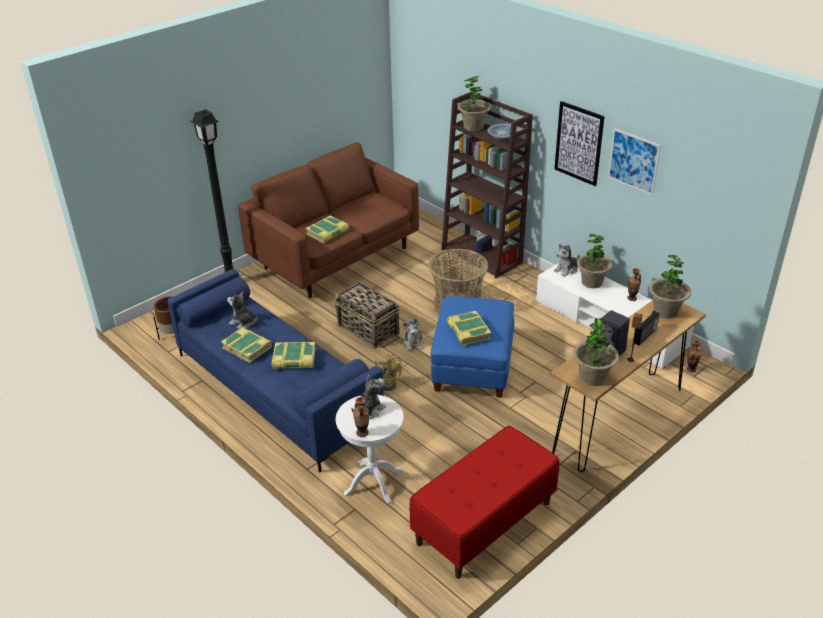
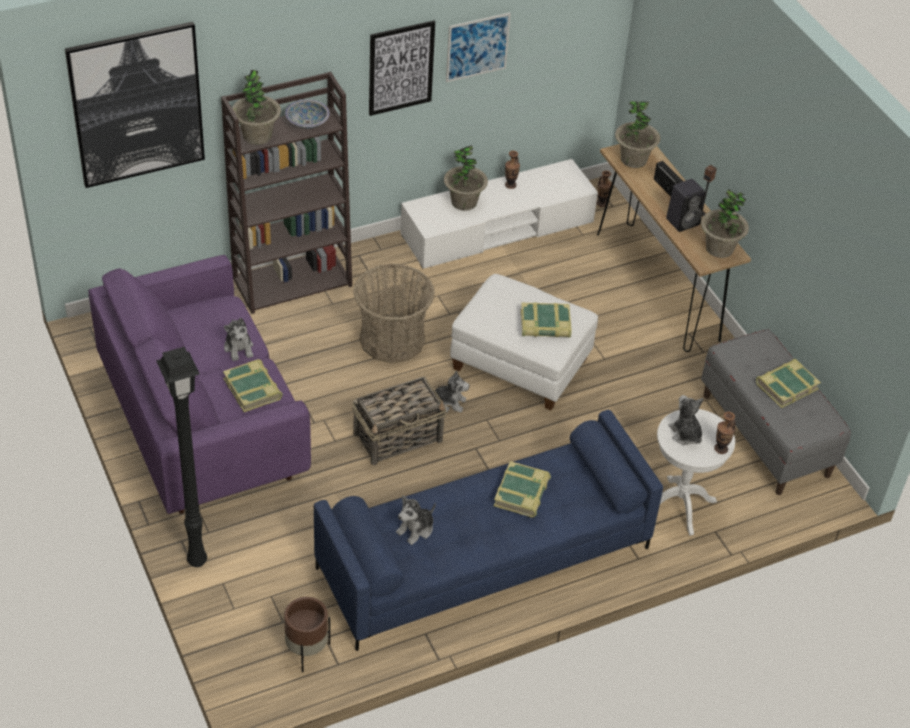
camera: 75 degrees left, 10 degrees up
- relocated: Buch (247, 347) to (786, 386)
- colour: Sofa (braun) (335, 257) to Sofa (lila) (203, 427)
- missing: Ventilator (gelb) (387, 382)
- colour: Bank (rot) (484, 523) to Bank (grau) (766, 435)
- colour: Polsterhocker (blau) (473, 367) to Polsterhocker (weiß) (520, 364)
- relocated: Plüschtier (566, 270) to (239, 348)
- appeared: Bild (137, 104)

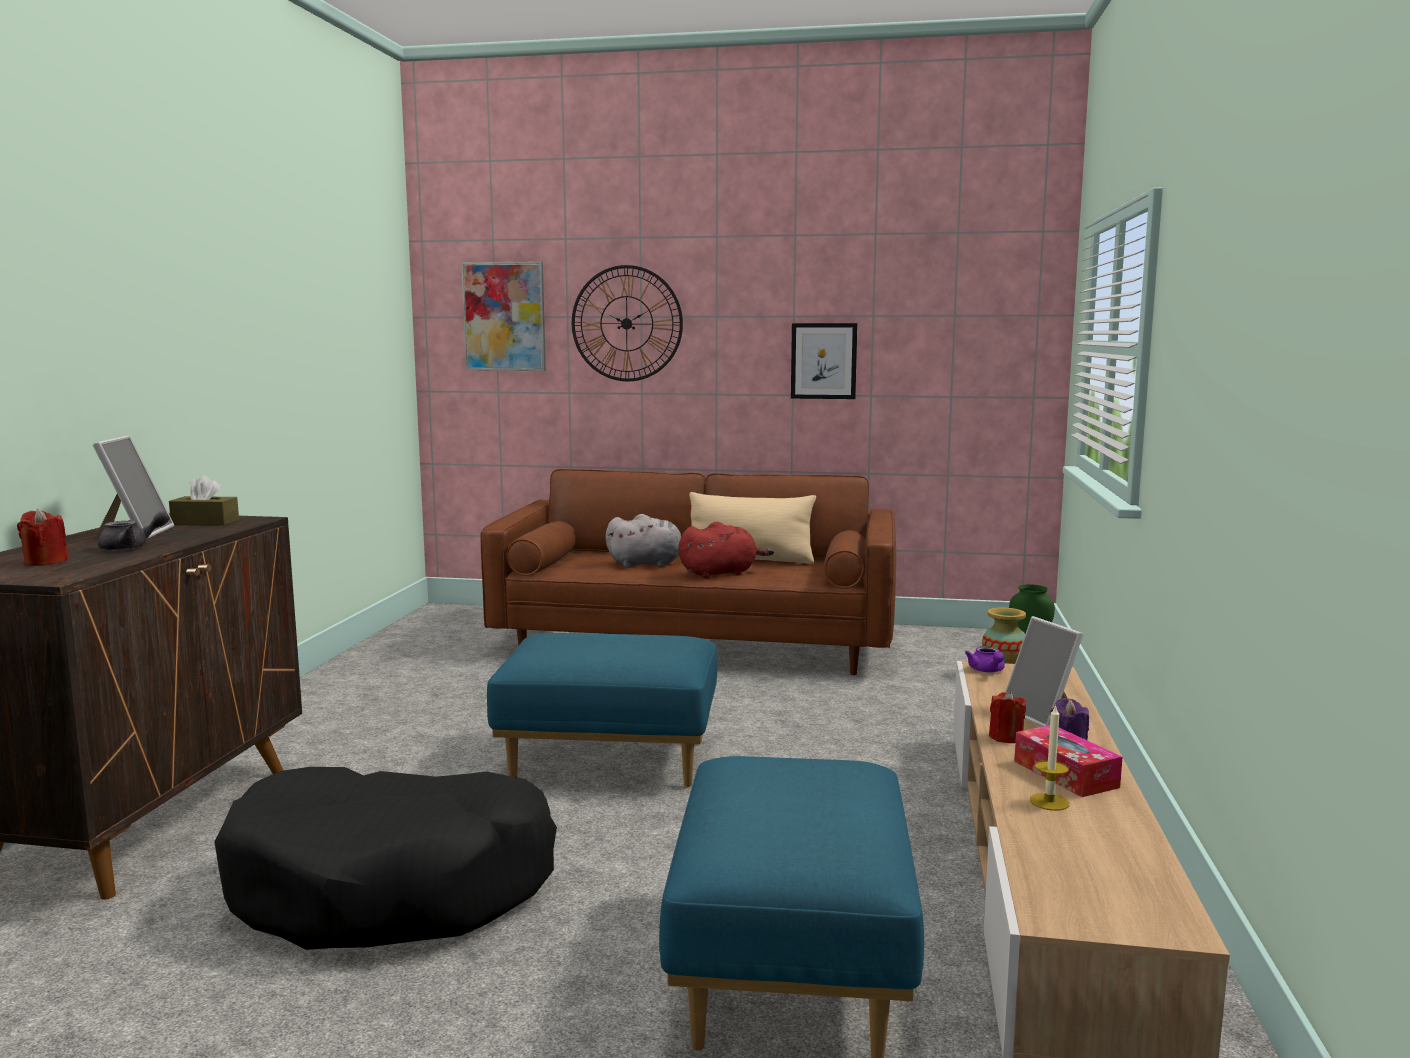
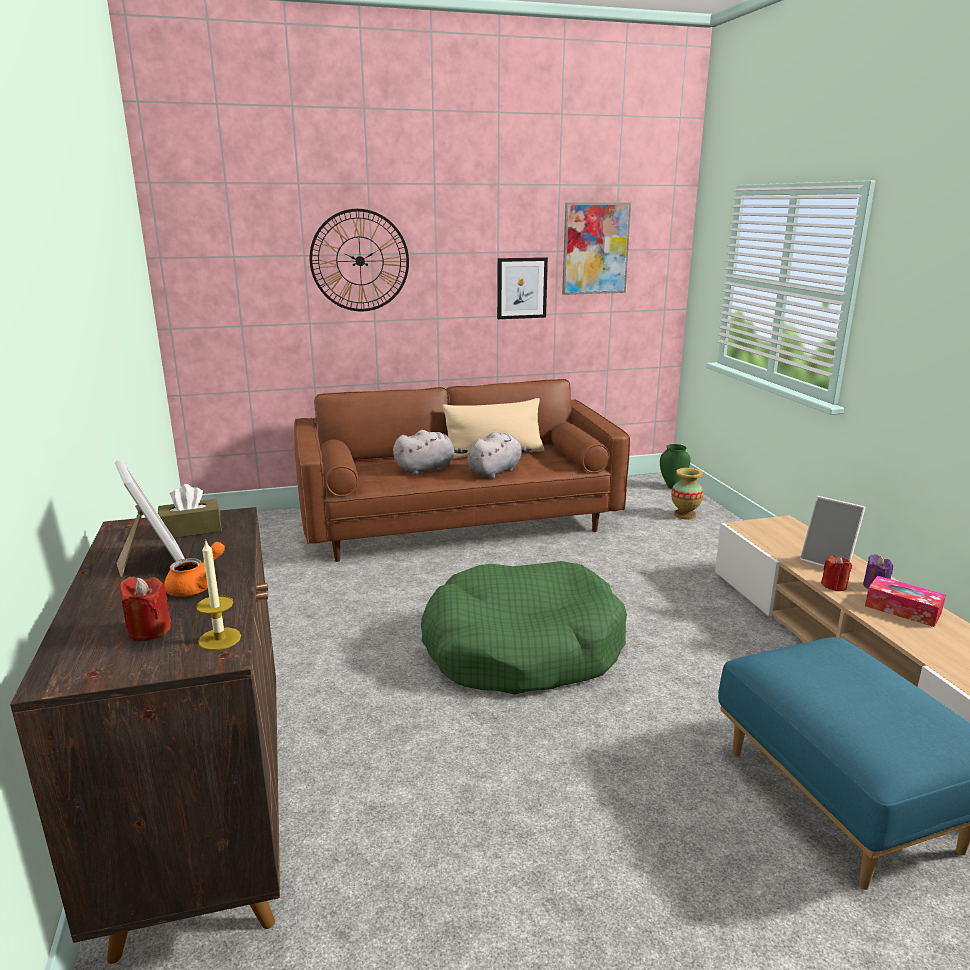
camera: 25 degrees left, 10 degrees up
- colour: Teekanne (grau) (131, 547) to Teekanne (orange) (197, 586)
- missing: Hundebett (schwarz) (393, 886)
- relocated: Bild (504, 316) to (595, 248)
- exchanged: Polsterhocker (blau) (611, 760) to Hundebett (grün) (522, 648)
- colour: Plüschtier (rot) (721, 573) to Plüschtier (grau) (496, 471)
- missing: Teekanne (lila) (987, 671)
- relocated: Kerze (1049, 802) to (219, 639)

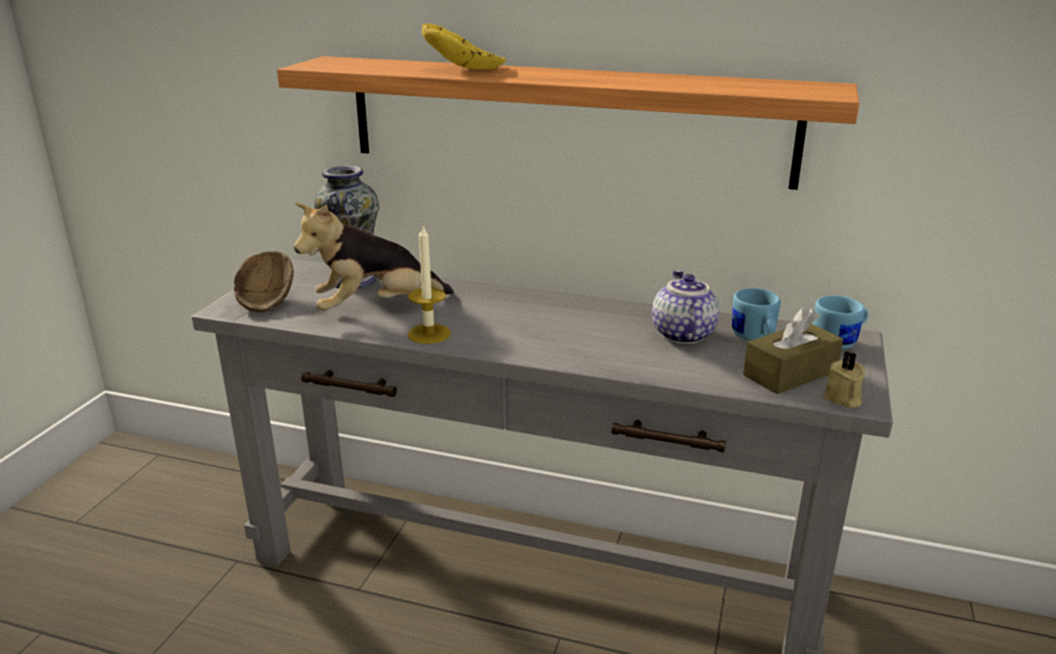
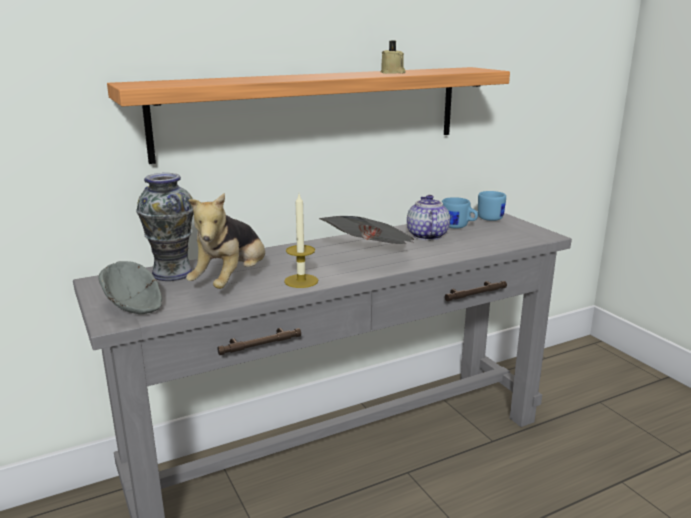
camera: 45 degrees left, 5 degrees down
- colour: Schüssel (braun) (264, 301) to Schüssel (grau) (133, 306)
- missing: Schüssel (gelb) (466, 69)
- spun: Teekanne (681, 334) = (426, 236) 45 degrees clockwise
- missing: Taschentuchbox (braun) (790, 373)
- relocated: Kerze (beige) (842, 398) to (393, 73)
- appeared: Zeitung (370, 256)

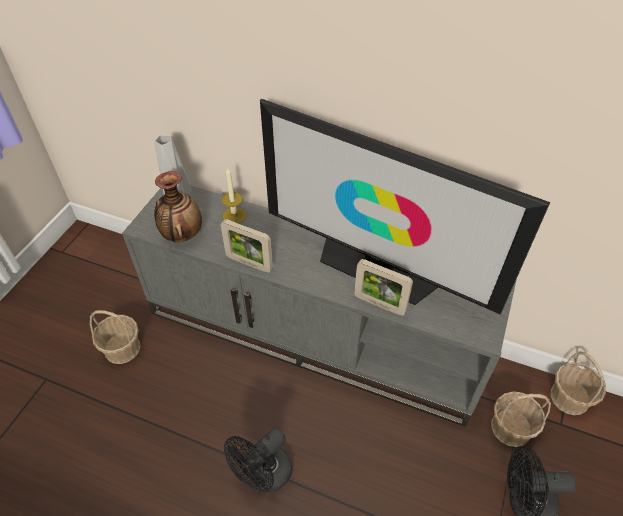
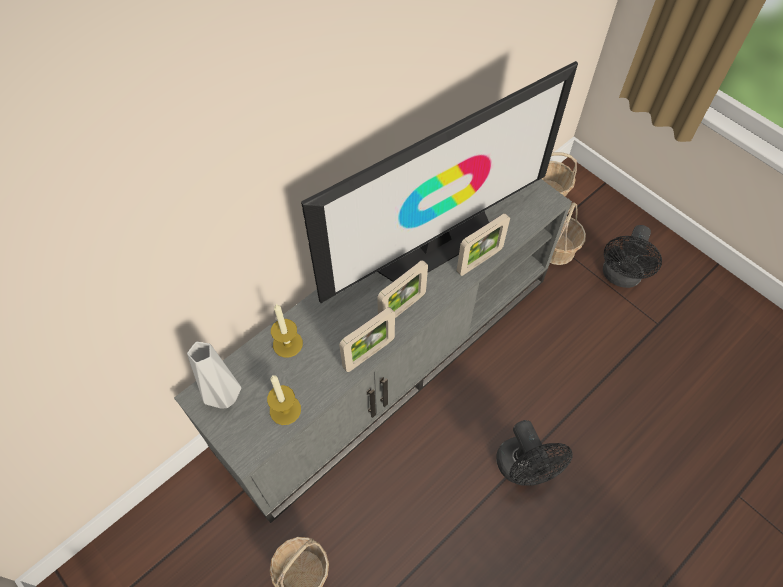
camera: 65 degrees left, 10 degrees up
- exchanged: Vase (182, 234) to Kerze (285, 410)
- appeared: Bilderrahmen (402, 308)

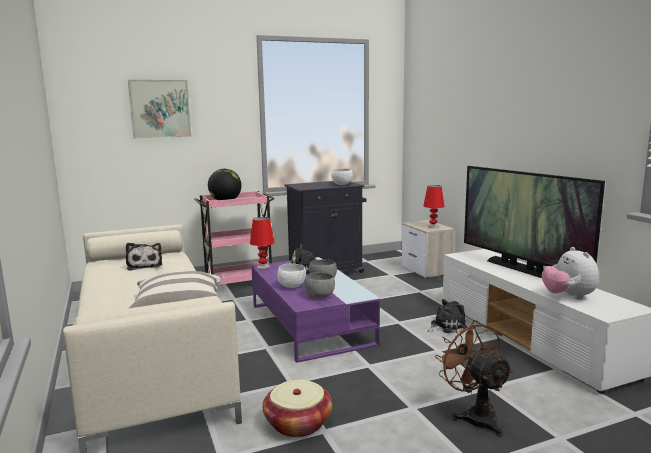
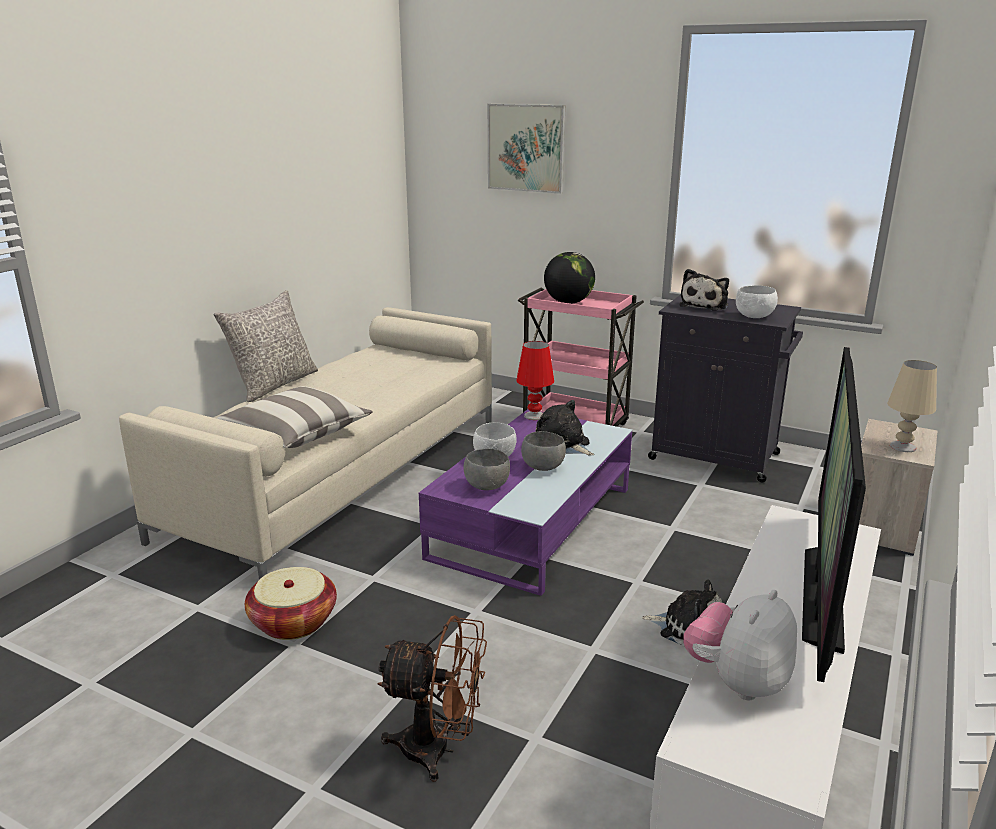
camera: 50 degrees right, 10 degrees up
- relocated: Plüschtier (144, 265) to (705, 305)
- colour: Tischlampe (rot) (433, 226) to Tischlampe (beige) (903, 447)
- spun: Ventilator (braun) (474, 415) = (438, 750) 75 degrees clockwise
- appeared: Kissen (grau) (274, 384)

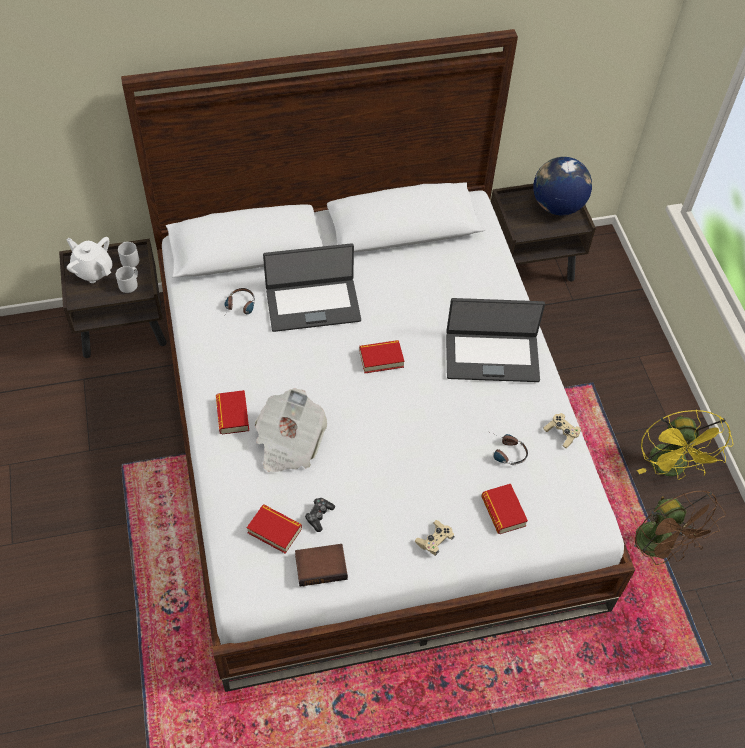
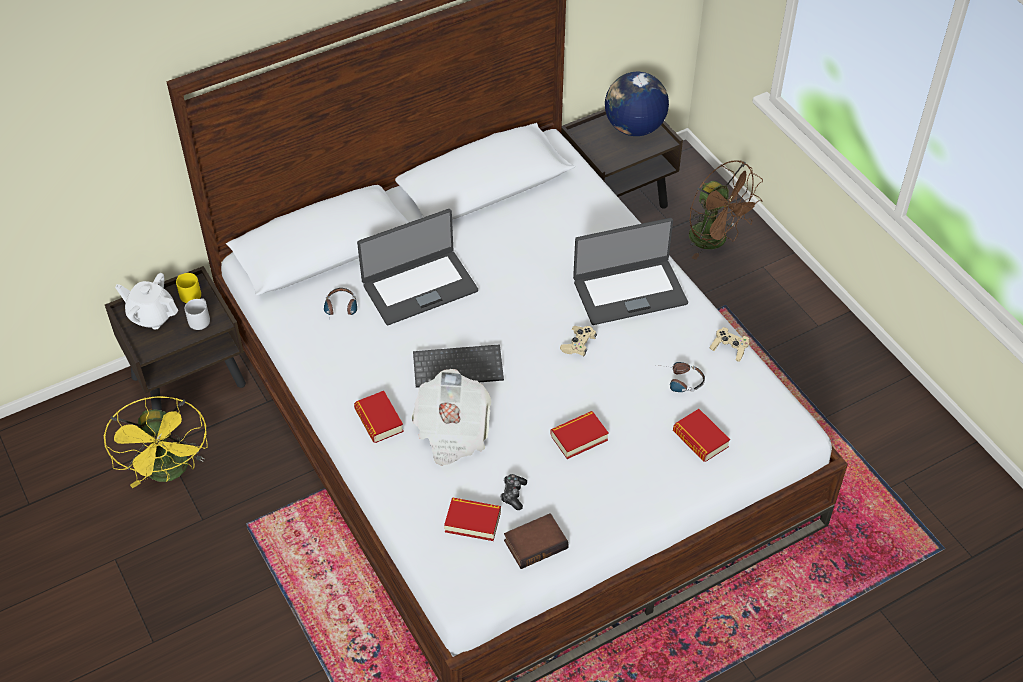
camera: 15 degrees left, 5 degrees down
- colour: Henkelbecher (grau) (129, 260) to Henkelbecher (gelb) (189, 294)
- relocated: Buch (381, 359) to (579, 438)
- relocated: Gamepad (beige) (434, 541) to (578, 345)
- relocated: Ventilator (braun) (660, 547) to (715, 241)
- relocated: Ventilator (gelb) (671, 468) to (170, 472)
- appeared: Tastatur (459, 366)

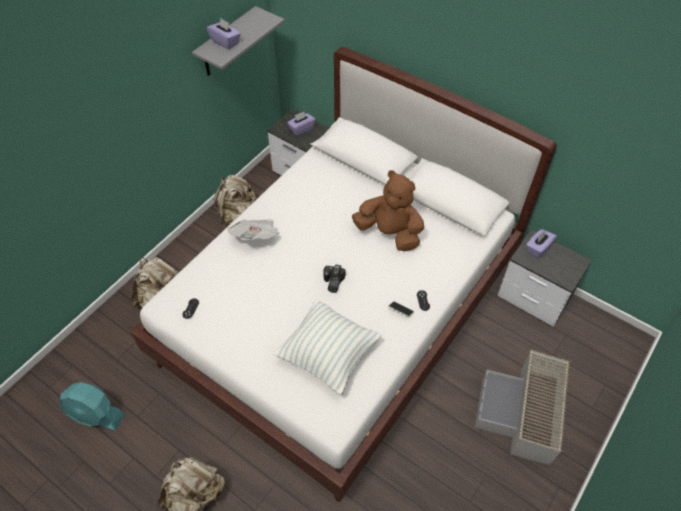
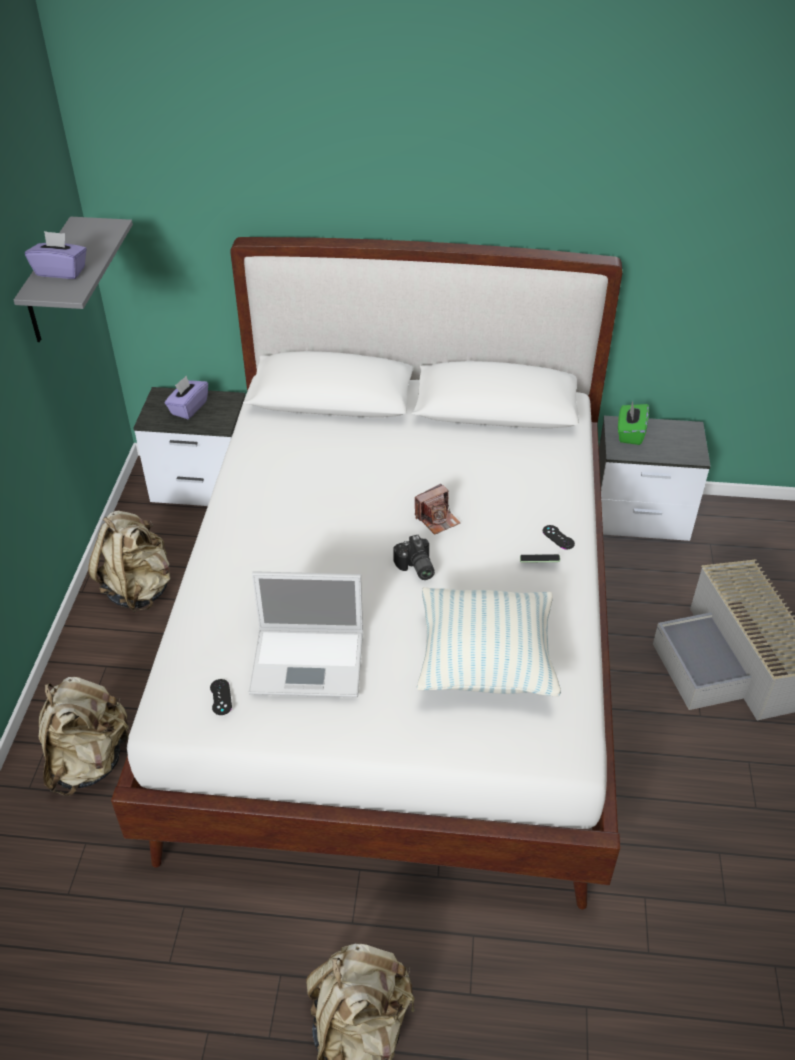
camera: 30 degrees left, 10 degrees down
- missing: Ventilator (türkis) (96, 415)
- missing: Zeitung (256, 237)
- missing: Plüschtier (braun) (389, 233)
- colour: Taschentuchbox (lila) (538, 248) to Taschentuchbox (grün) (630, 433)
- appeared: Laptop (310, 661)
- appeared: Kamera (437, 519)

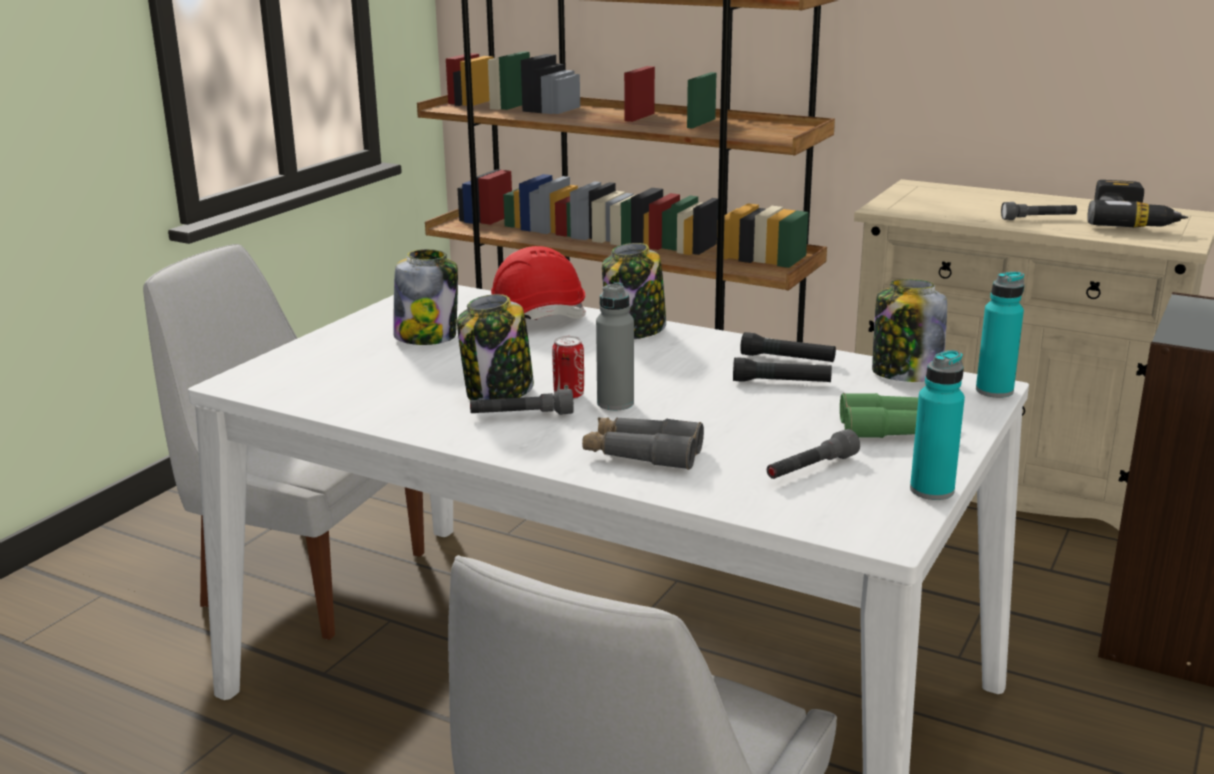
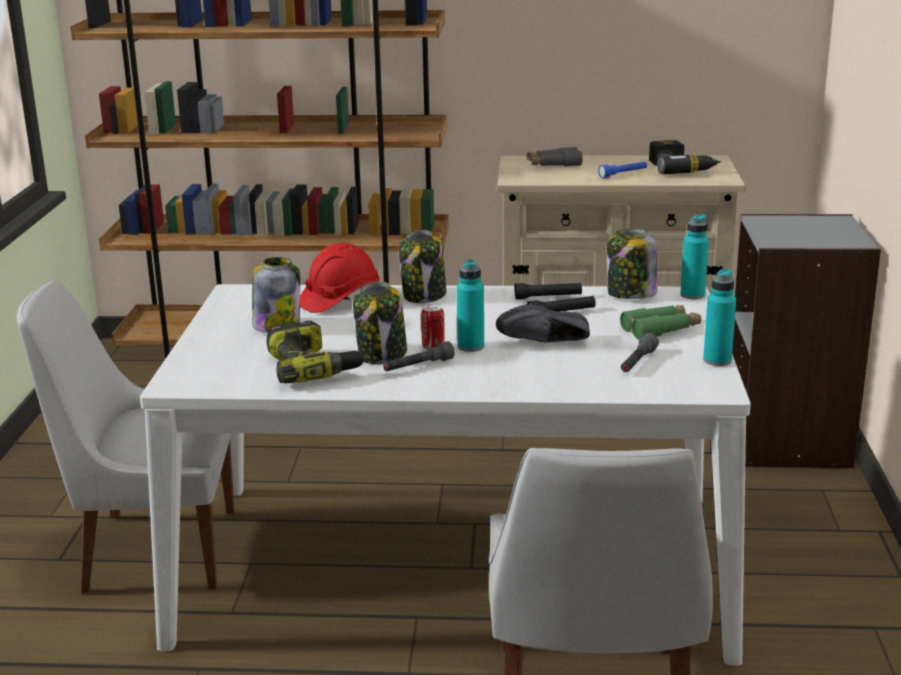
camera: 25 degrees left, 0 degrees up
- relocated: Fernglas (grau) (642, 454) to (554, 164)
- colour: Flasche (grau) (615, 403) to Flasche (türkis) (471, 346)
- colour: Taschenlampe (grau) (1038, 219) to Taschenlampe (blau) (623, 174)
- appeared: Bohrmaschine (313, 367)
- appeared: Schuh (schwarz) (546, 343)

